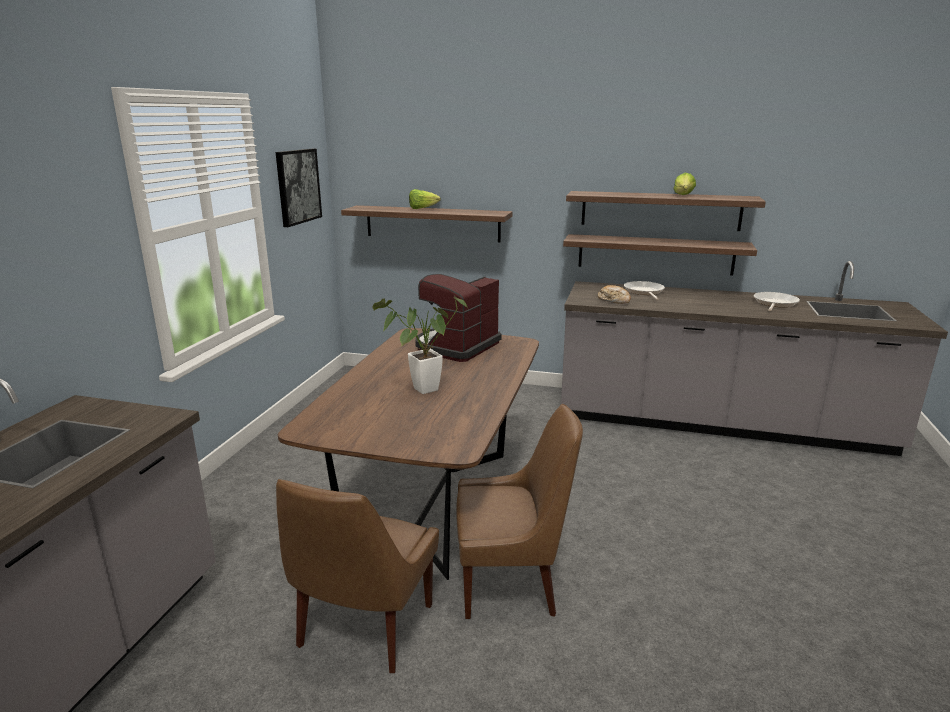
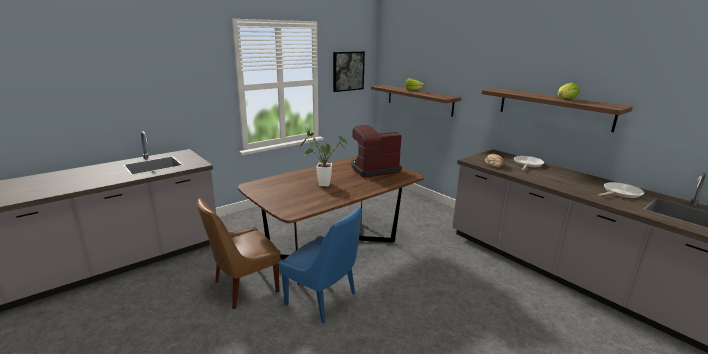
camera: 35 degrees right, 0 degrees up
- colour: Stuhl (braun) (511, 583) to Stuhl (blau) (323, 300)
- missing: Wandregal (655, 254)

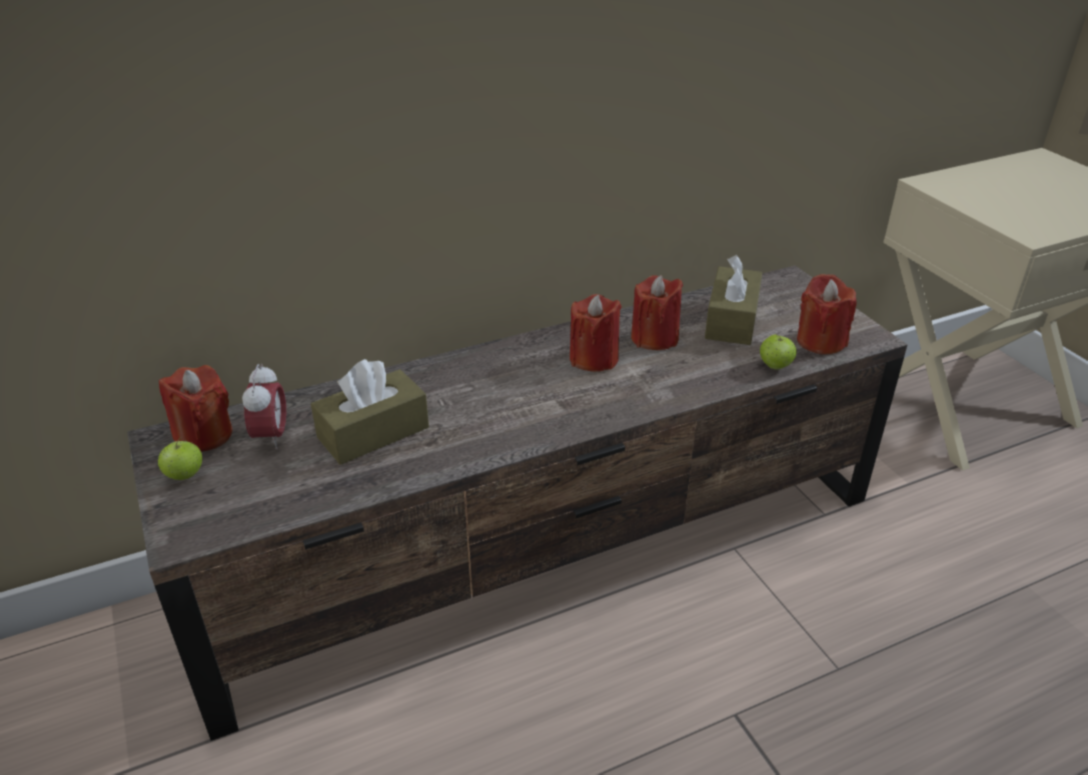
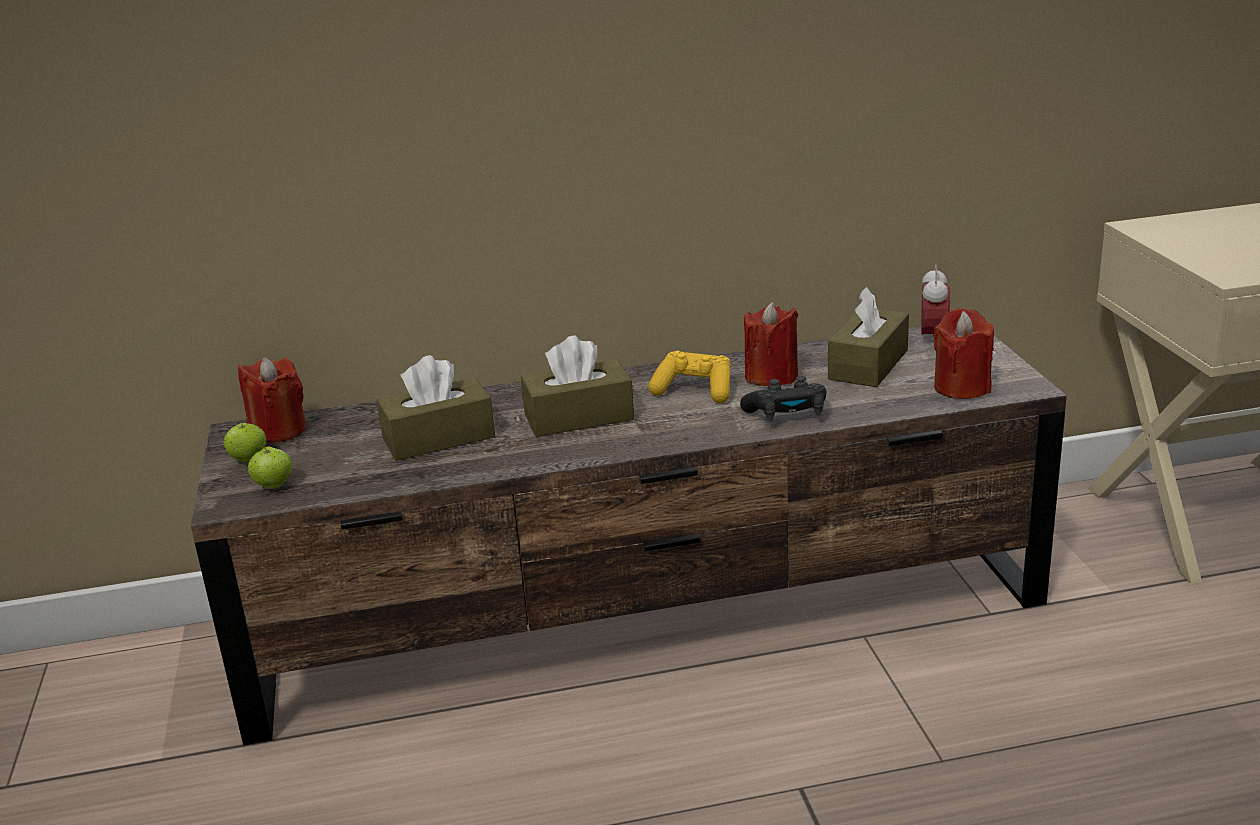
camera: 15 degrees right, 10 degrees down
- relocated: Wecker (271, 437) to (933, 338)
- exchanged: Kerze (rot) (594, 358) to Gamepad (gelb) (695, 391)
- relocated: Apfel (775, 366) to (274, 486)
- appeared: Taschentuchbox (braun) (579, 417)
- appeared: Gamepad (schwarz) (788, 415)

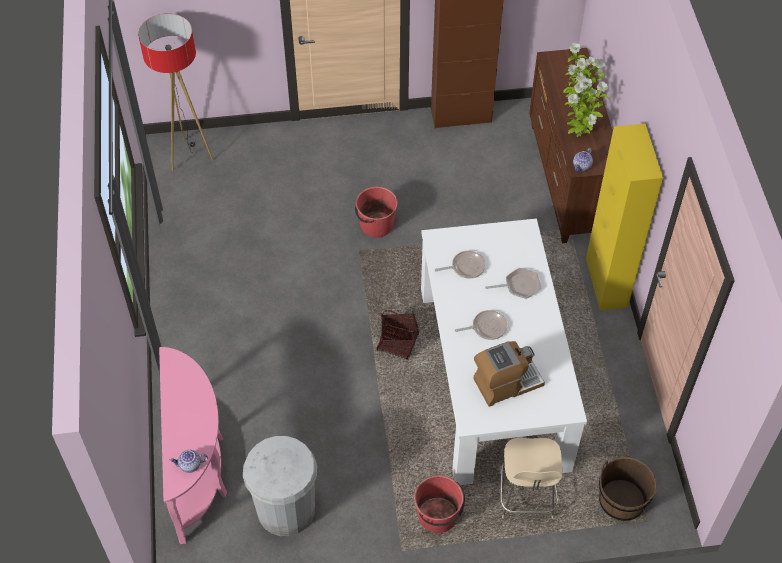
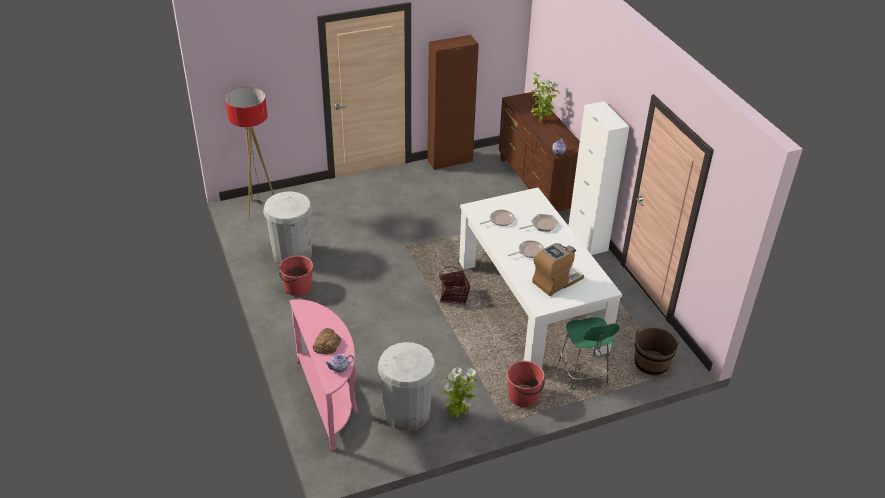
camera: 15 degrees left, 15 degrees down
- relocated: Eimer (rot) (376, 224) to (297, 287)
- colour: Stuhl (beige) (526, 497) to Stuhl (grün) (583, 373)
- relocated: Topfpflanze (579, 135) to (458, 416)
- colour: Schrank (gelb) (606, 282) to Schrank (weiß) (587, 239)
- appeared: Mülleimer (weiß) (292, 254)
- appeared: Brot (326, 344)

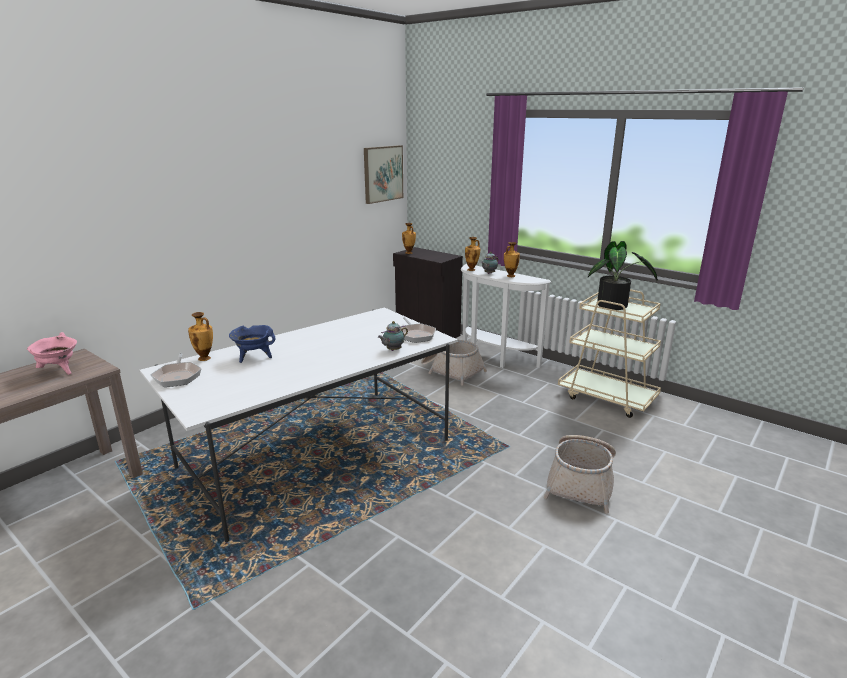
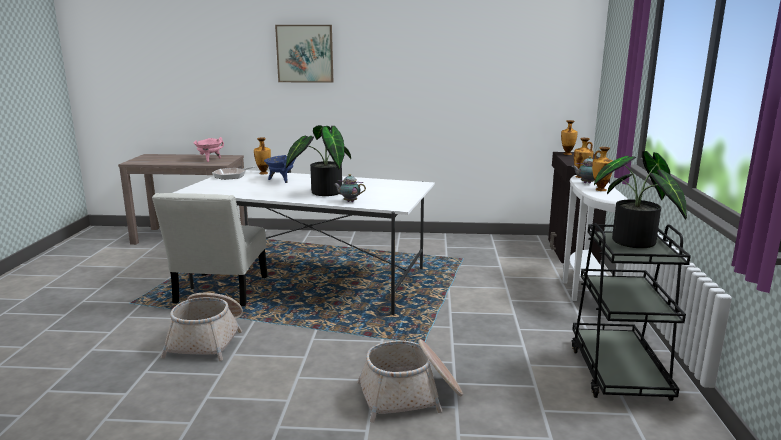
camera: 55 degrees right, 5 degrees down
- relocated: Bild (383, 174) to (305, 53)
- missing: Pfanne (416, 335)
- relocated: Korb (451, 370) to (208, 339)
- colour: Rollwagen (beige) (607, 397) to Rollwagen (schwarz) (618, 372)
- appeared: Stuhl (weiß) (219, 292)
- appeared: Topfpflanze (322, 192)

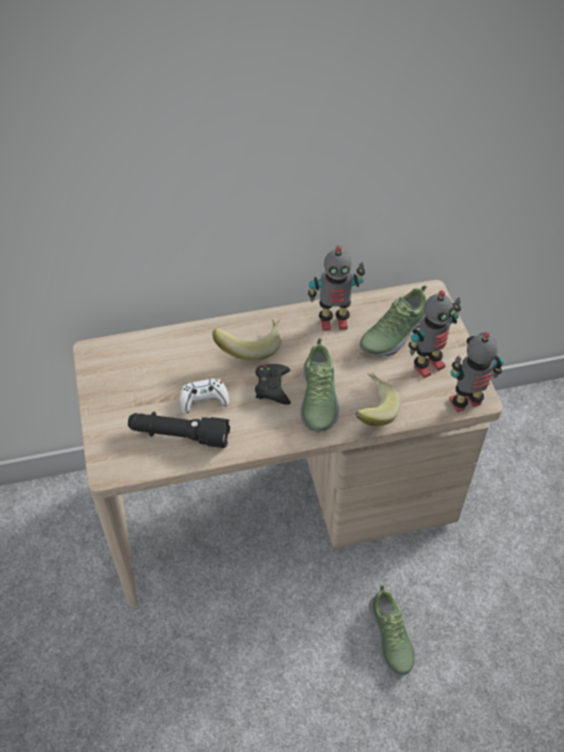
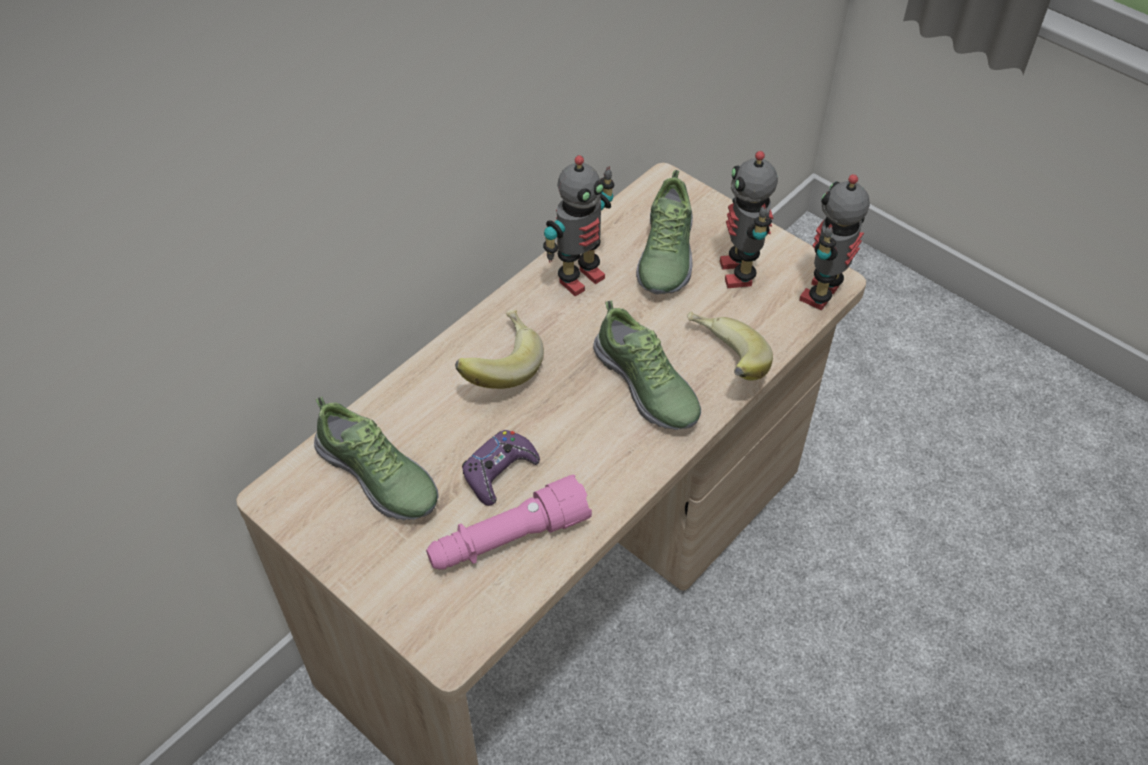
camera: 35 degrees left, 0 degrees up
- colour: Taschenlampe (schwarz) (179, 435) to Taschenlampe (rosa) (508, 539)
- colour: Gamepad (weiß) (204, 400) to Gamepad (lila) (499, 471)
- missing: Gamepad (schwarz) (273, 387)
- relocated: Schuh (390, 637) to (378, 477)
- spun: Spielzeugroboter (427, 365) = (739, 272) 150 degrees clockwise

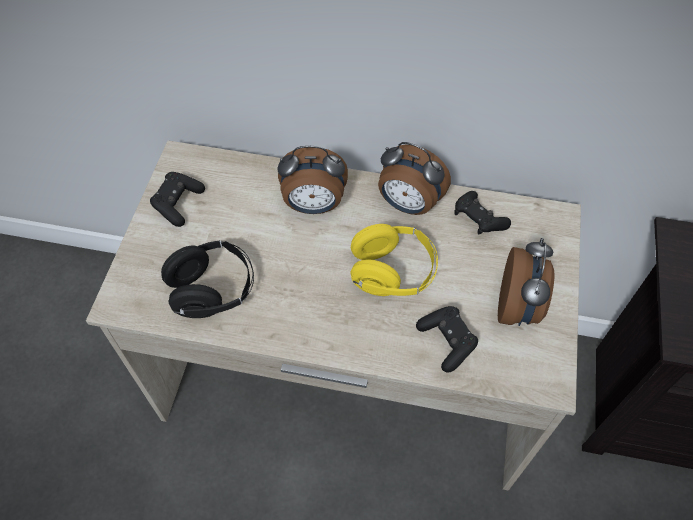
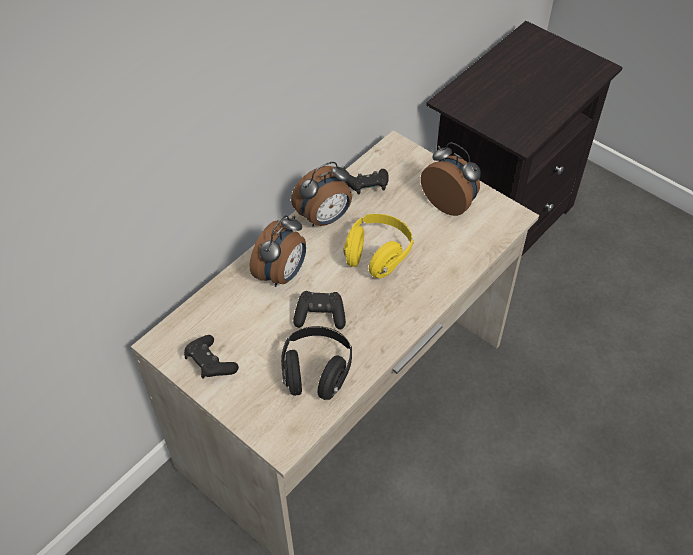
camera: 60 degrees left, 5 degrees down
- relocated: Gamepad (schwarz) (447, 342) to (320, 316)

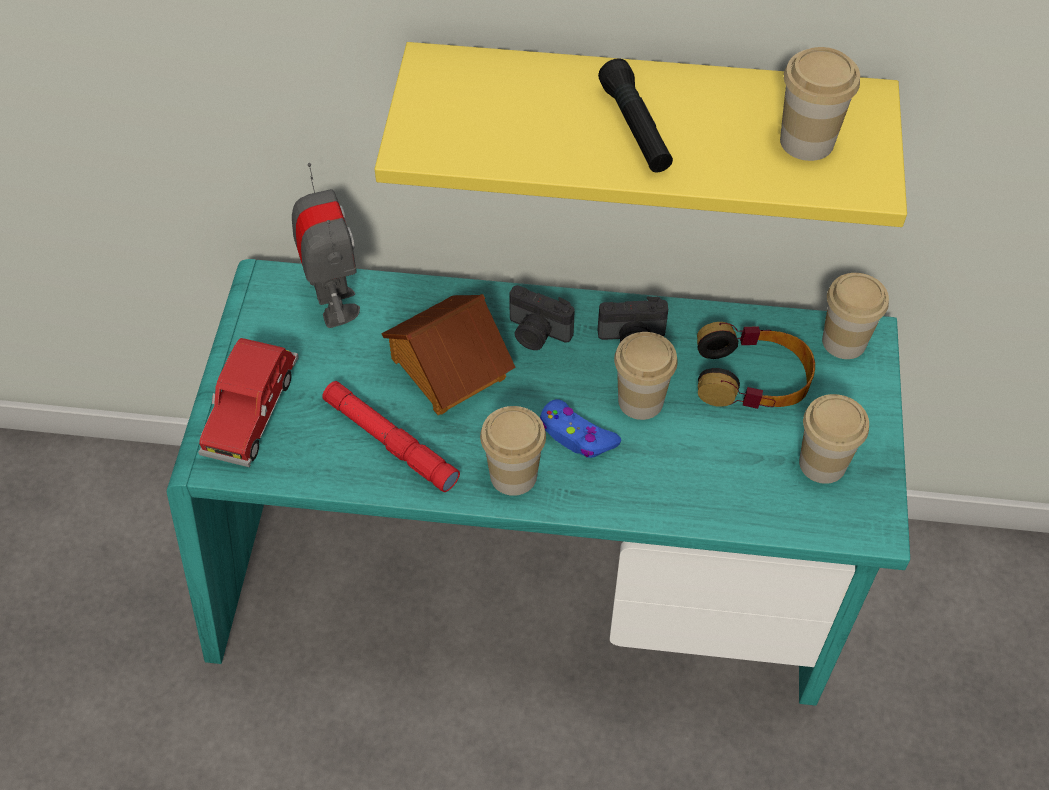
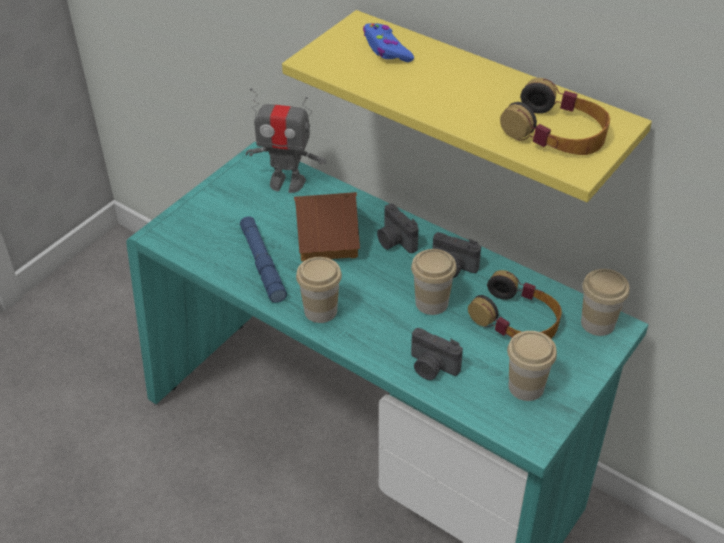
camera: 30 degrees right, 10 degrees down
- missing: Spielzeugauto (rot) (253, 412)
- spun: Spielzeugroboter (335, 305) = (287, 182) 90 degrees clockwise
- colour: Taschenlampe (rot) (390, 442) to Taschenlampe (blau) (262, 264)
- relocated: Gamepad (blau) (576, 436) to (386, 50)
- missing: Taschenlampe (schwarz) (635, 128)
- exchanged: Tasse (807, 141) to Kopfhörer (556, 132)
- appeared: Kamera (431, 367)

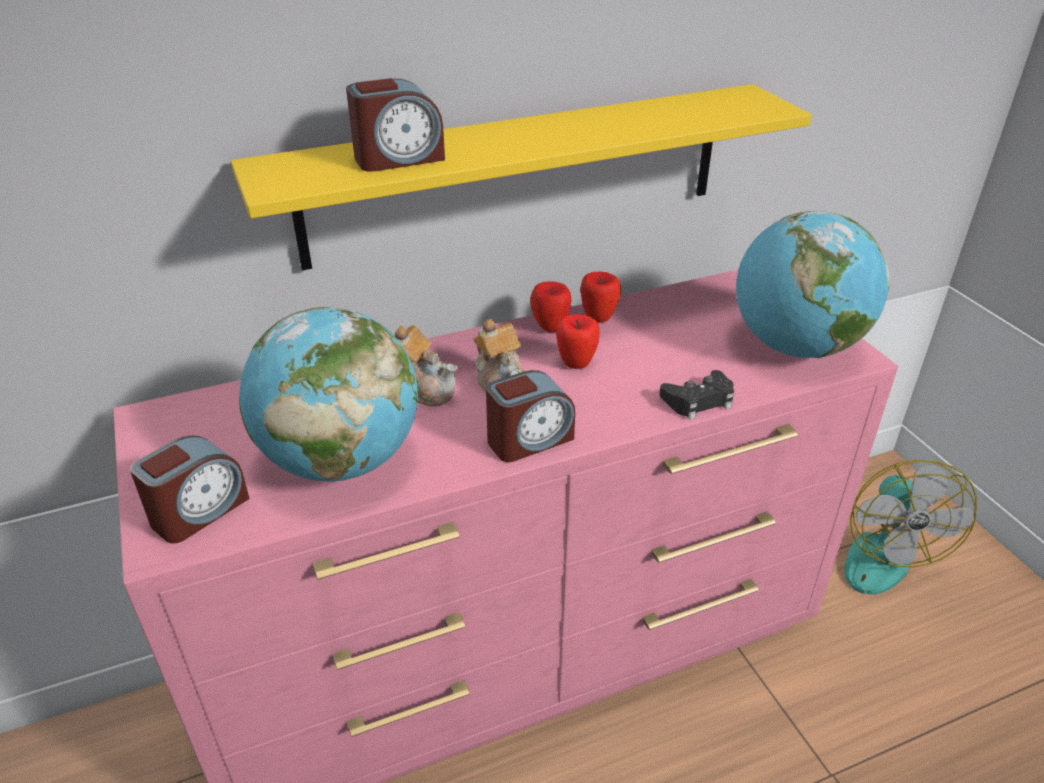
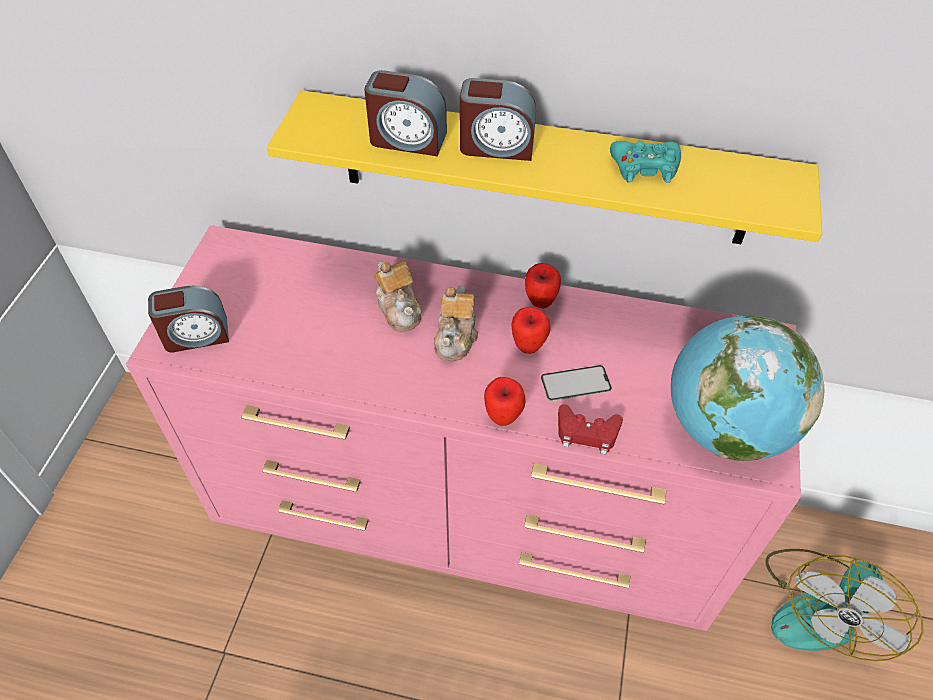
camera: 35 degrees right, 15 degrees up
- missing: Globus (341, 460)
- relocated: Wecker (529, 440) to (496, 146)
- relocated: Apfel (598, 317) to (503, 417)
- colour: Gamepad (schwarz) (698, 401) to Gamepad (rot) (587, 433)
- appeared: Handy (575, 383)
- appeared: Gamepad (türkis) (645, 168)

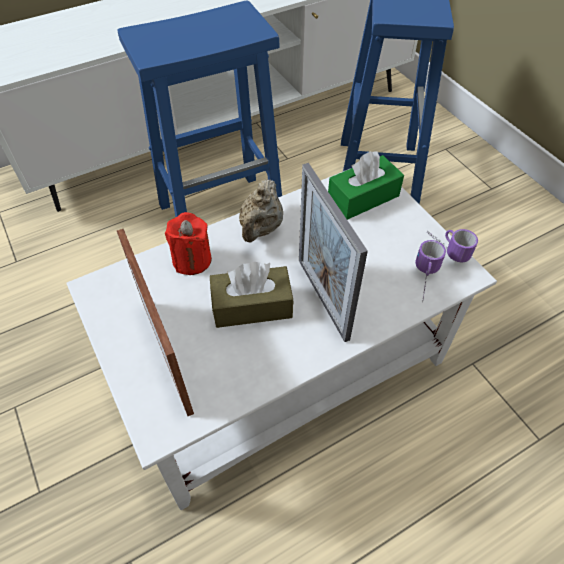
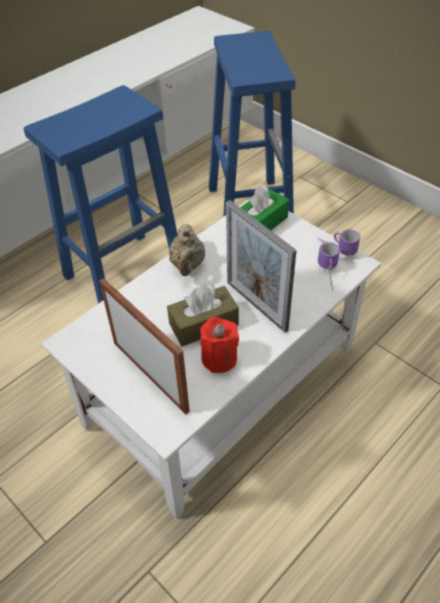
camera: 15 degrees left, 5 degrees down
- relocated: Kerze (rot) (192, 260) to (219, 358)

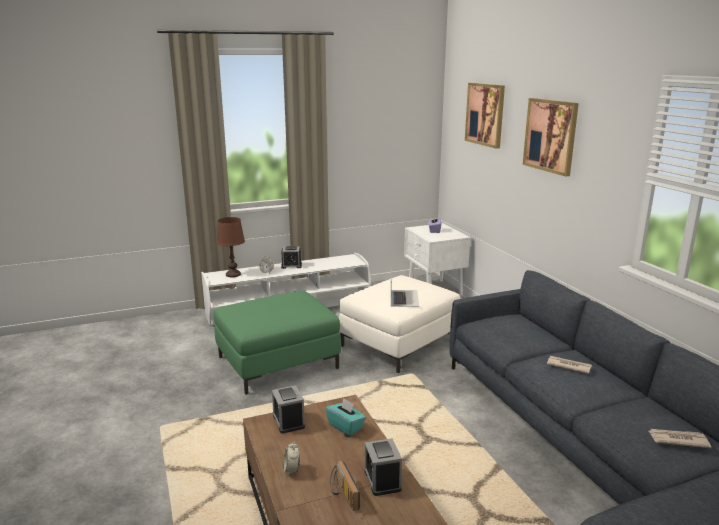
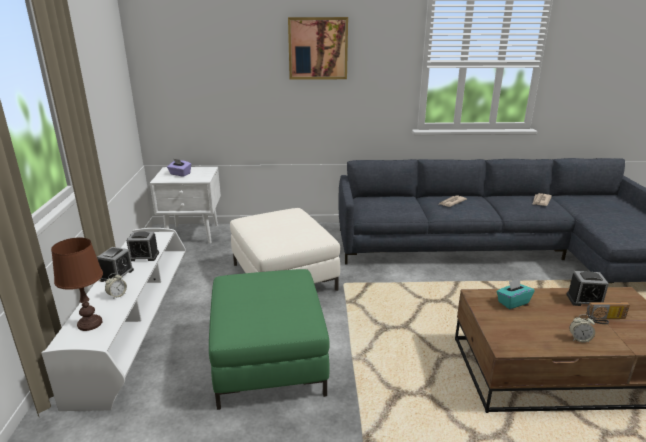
camera: 70 degrees left, 5 degrees up
- relocated: Wecker (288, 421) to (144, 256)
- missing: Laptop (404, 298)
- missing: Bild (485, 114)

